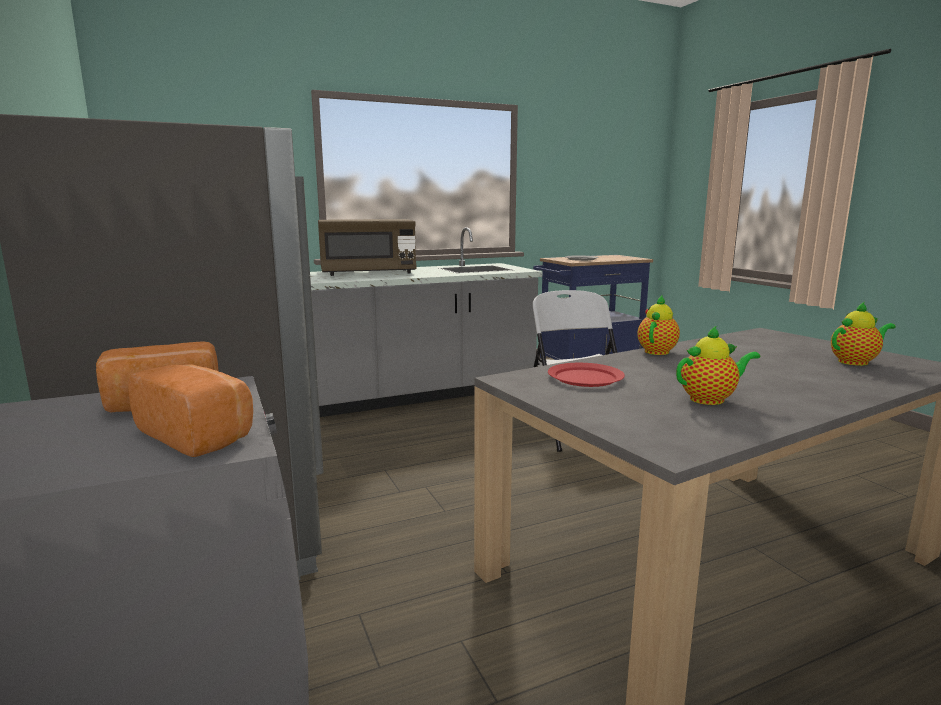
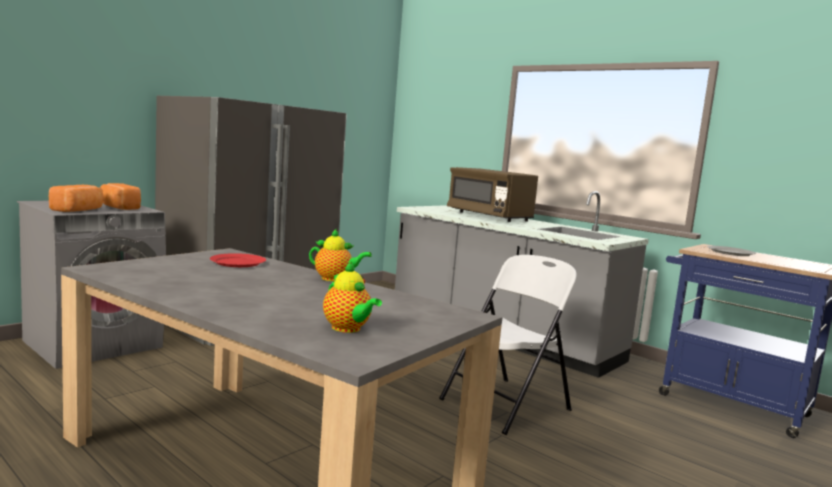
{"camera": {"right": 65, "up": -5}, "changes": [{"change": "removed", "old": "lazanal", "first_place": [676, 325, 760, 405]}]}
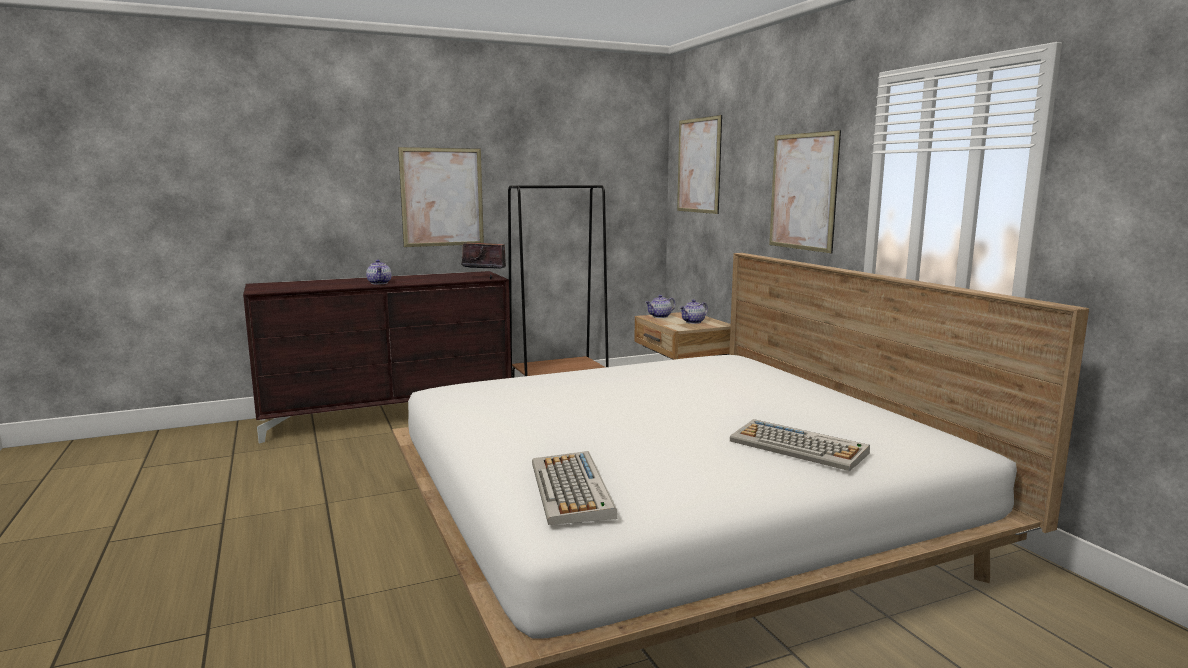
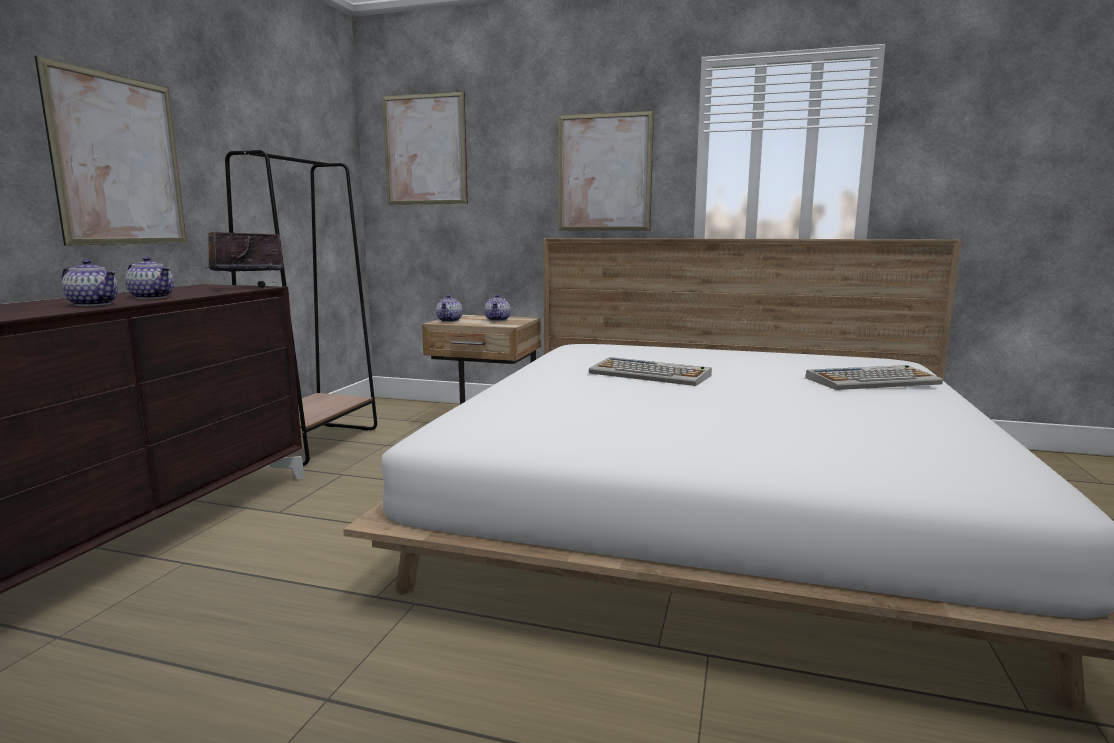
{"camera": {"right": -50, "up": 0}, "changes": [{"change": "moved", "old": "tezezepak", "first_place": [532, 451, 617, 525], "second_place": [589, 357, 712, 386]}, {"change": "added", "new": "lazanal", "second_place": [125, 257, 174, 299]}]}
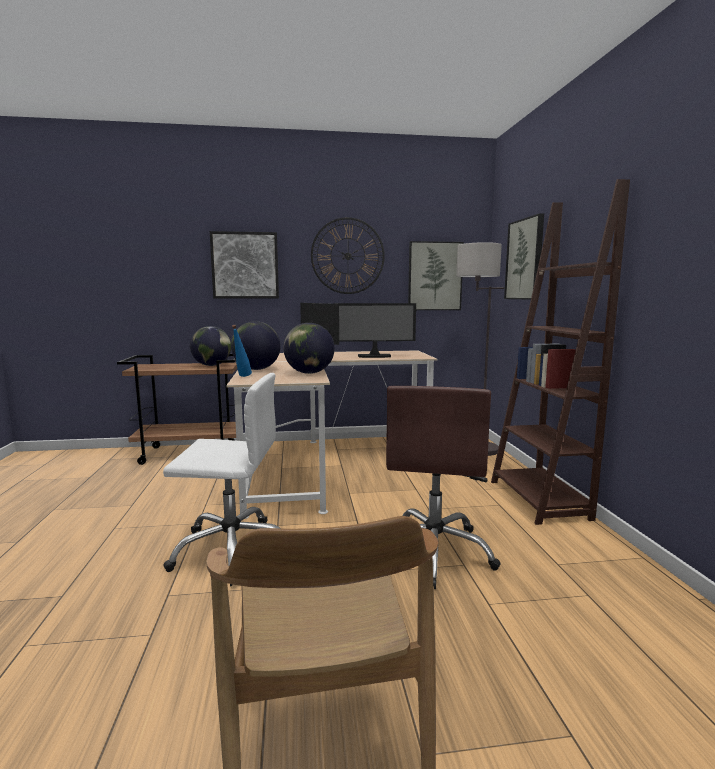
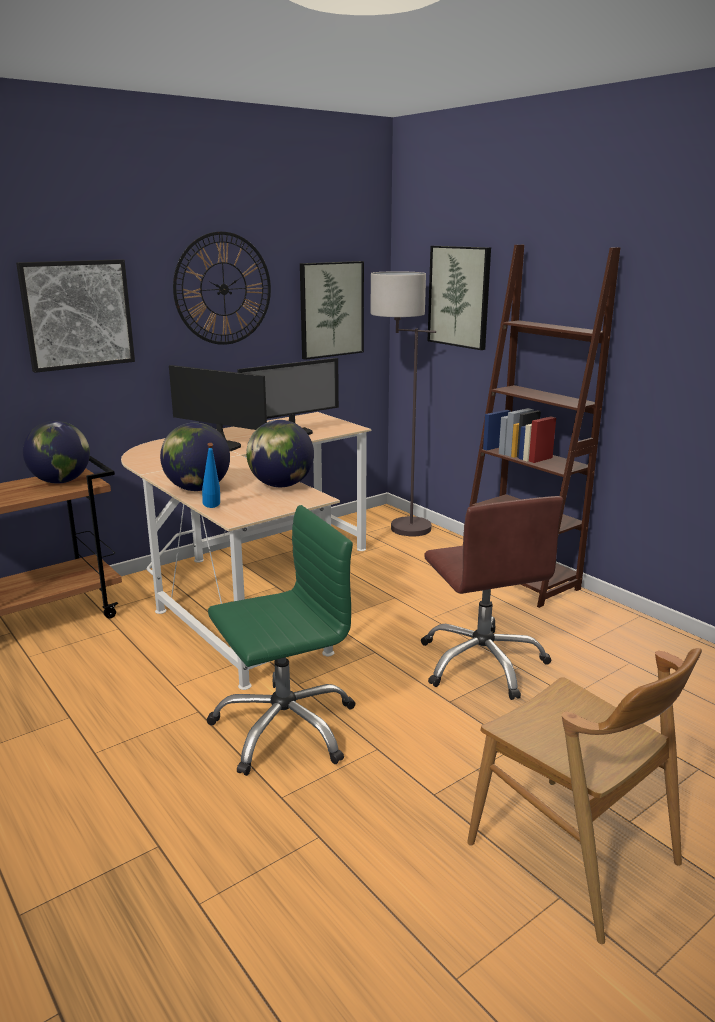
{"camera": {"right": -30, "up": 10}, "changes": [{"change": "recoloured", "old": "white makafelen", "new": "green makafelen", "first_place": [163, 373, 281, 587], "second_place": [206, 505, 356, 776]}]}
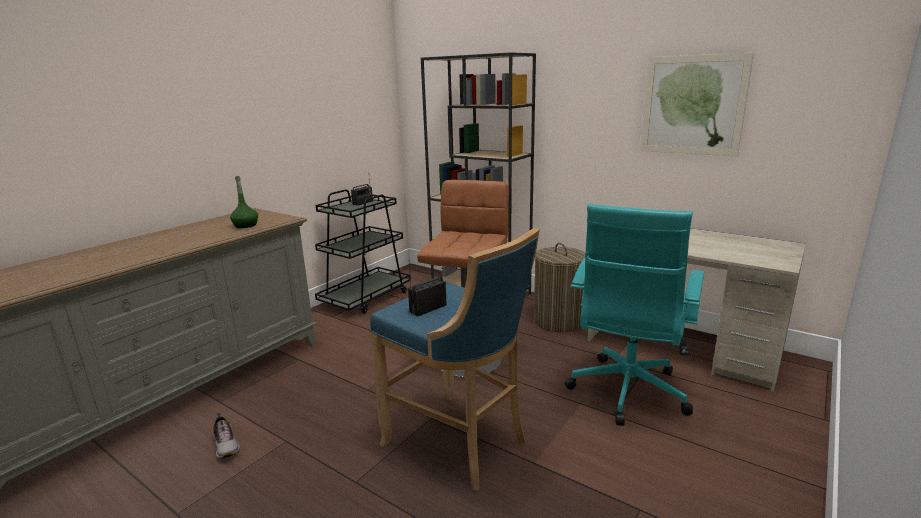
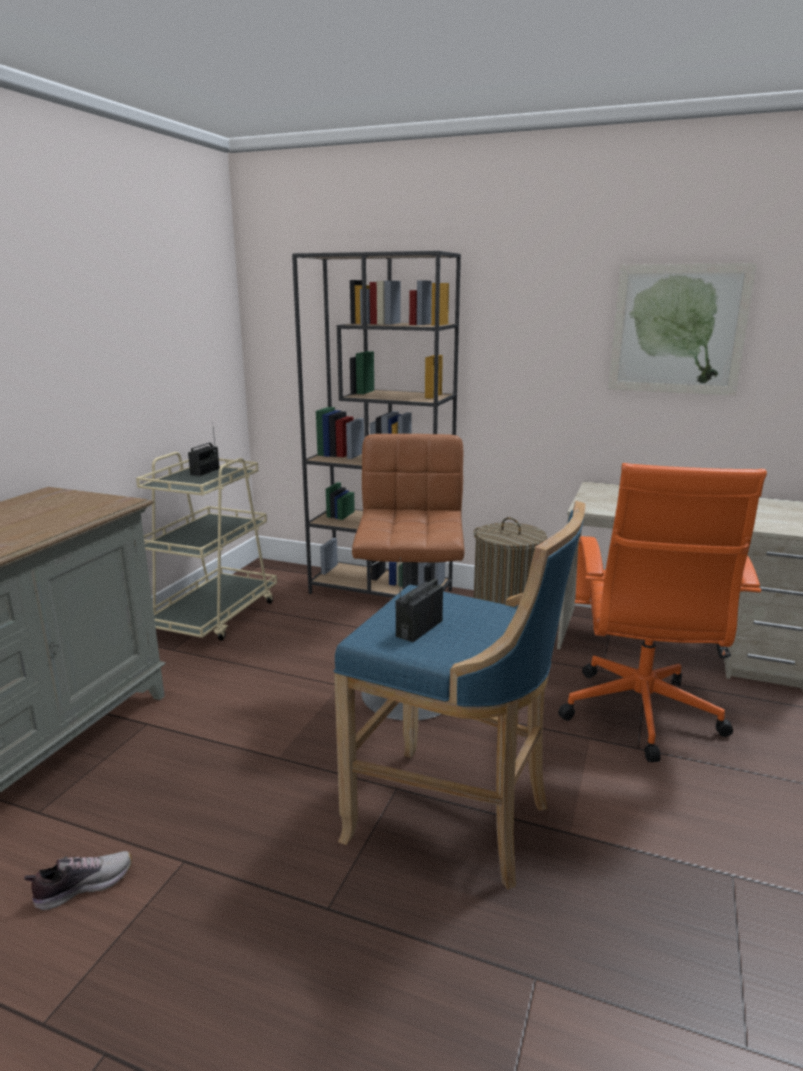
{"camera": {"right": -15, "up": 0}, "changes": [{"change": "removed", "old": "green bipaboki", "first_place": [230, 176, 258, 228]}, {"change": "recoloured", "old": "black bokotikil", "new": "beige bokotikil", "first_place": [315, 189, 411, 314], "second_place": [136, 452, 277, 641]}, {"change": "recoloured", "old": "turquoise makafelen", "new": "orange makafelen", "first_place": [565, 204, 704, 426], "second_place": [558, 463, 767, 762]}, {"change": "turned", "old": "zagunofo", "first_place": [214, 413, 240, 459], "second_place": [24, 851, 132, 910], "degrees": -75}]}
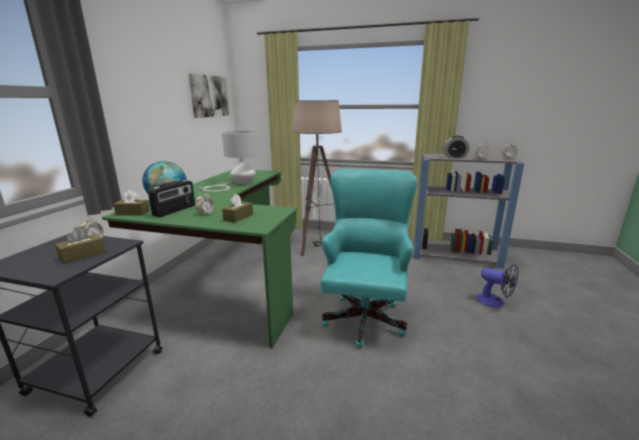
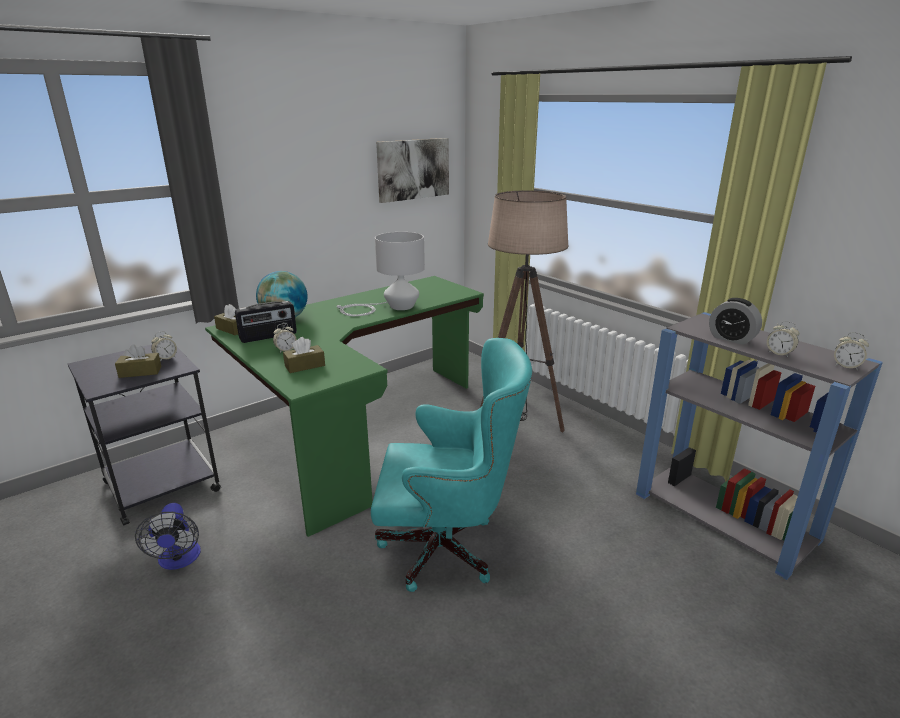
{"camera": {"right": 35, "up": 5}, "changes": [{"change": "turned", "old": "turquoise makafelen", "first_place": [321, 169, 418, 348], "second_place": [371, 338, 532, 592], "degrees": 45}, {"change": "moved", "old": "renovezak", "first_place": [476, 264, 519, 308], "second_place": [135, 503, 201, 570]}]}
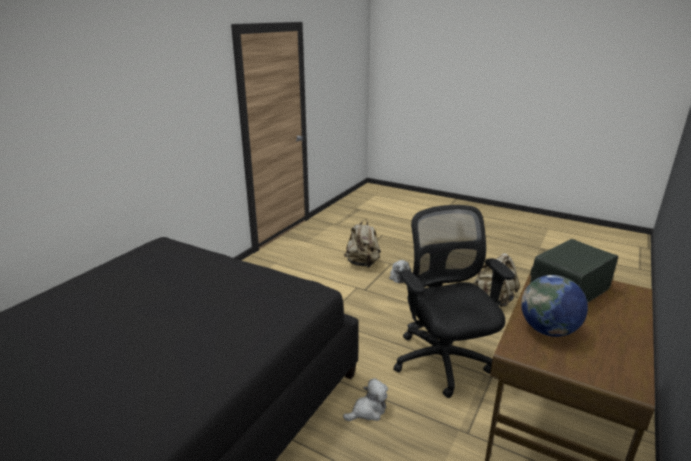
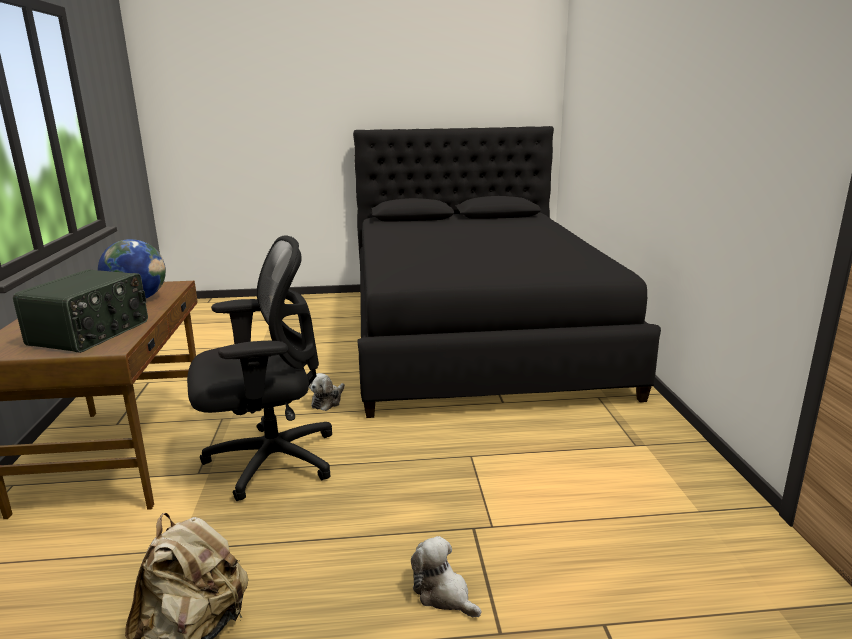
{"camera": {"right": 145, "up": -5}, "changes": [{"change": "turned", "old": "black makafelen", "first_place": [394, 205, 515, 398], "second_place": [187, 235, 332, 501], "degrees": -60}, {"change": "removed", "old": "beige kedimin", "first_place": [344, 219, 381, 268]}]}
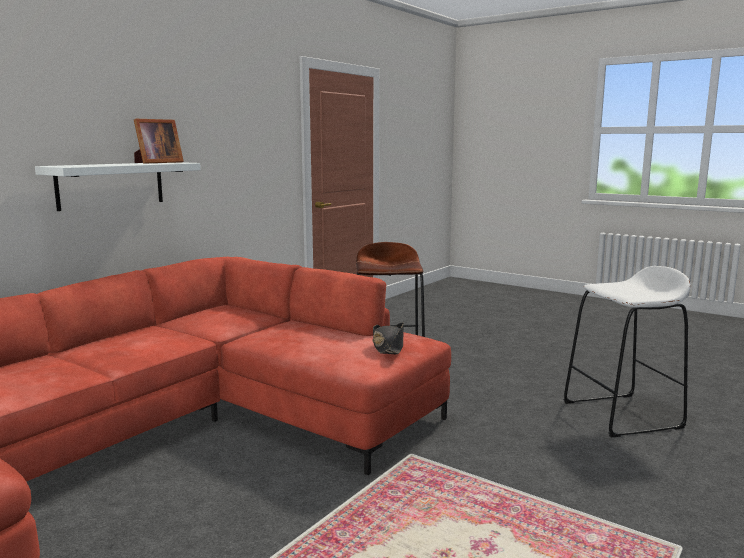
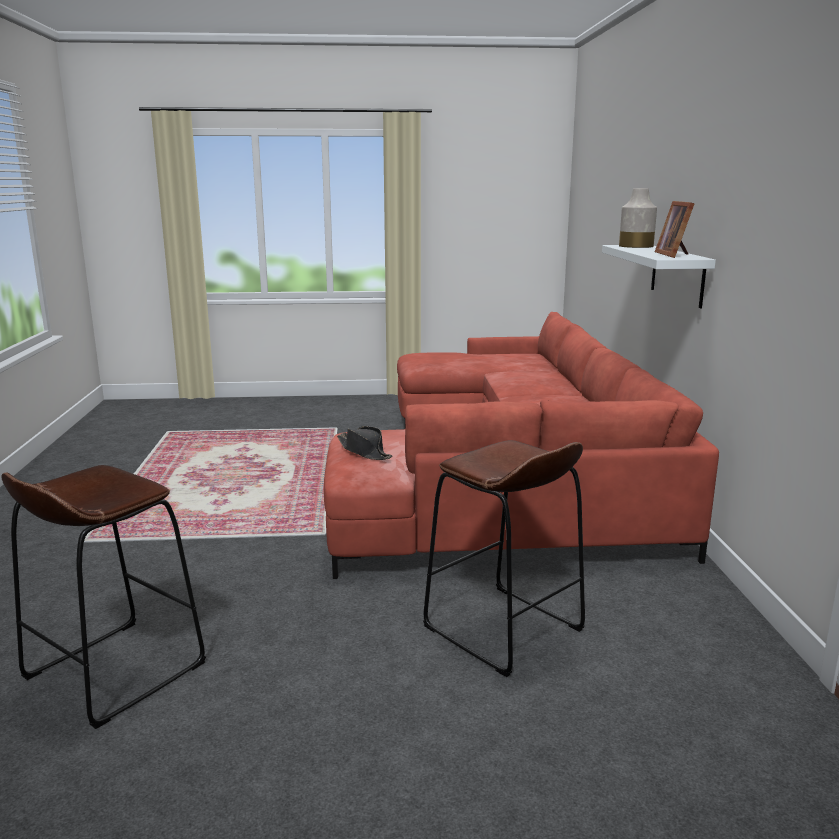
{"camera": {"right": 140, "up": 5}, "changes": [{"change": "recoloured", "old": "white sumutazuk", "new": "brown sumutazuk", "first_place": [563, 266, 691, 438], "second_place": [2, 465, 206, 729]}, {"change": "added", "new": "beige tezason", "second_place": [619, 188, 657, 248]}]}
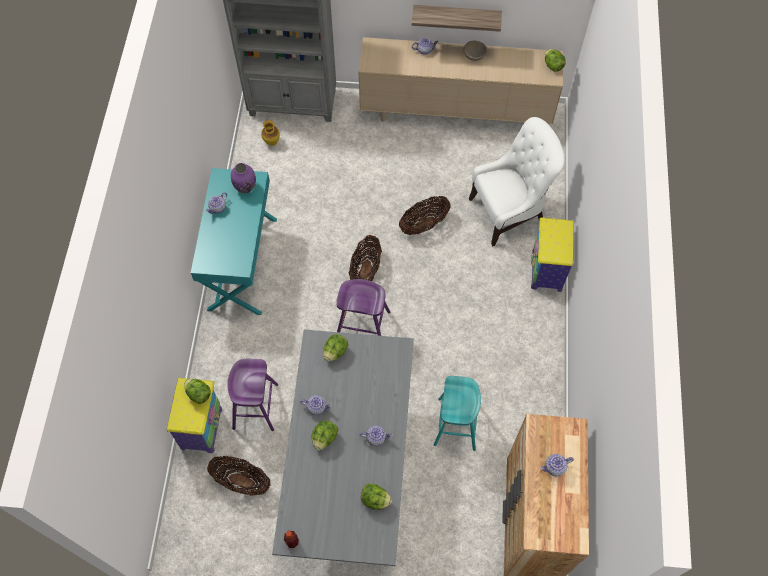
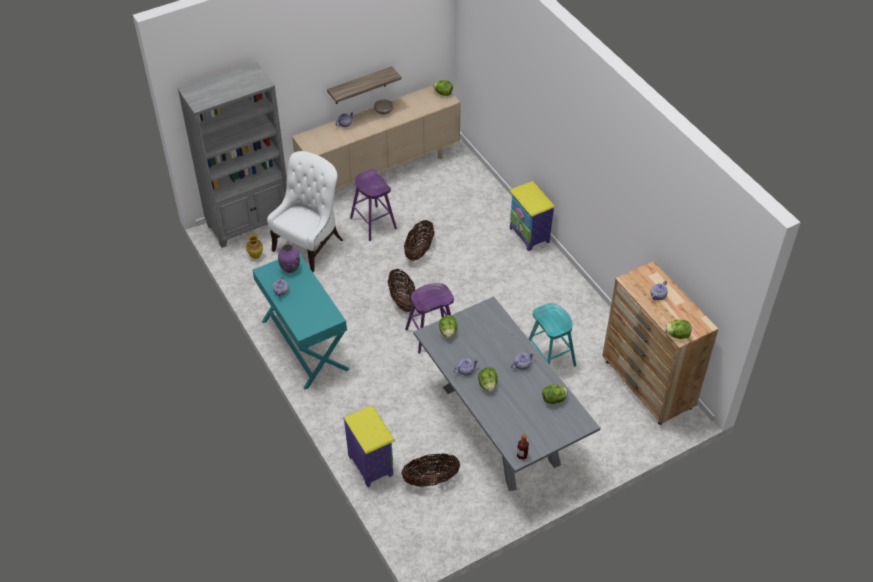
{"camera": {"right": -35, "up": -15}, "changes": [{"change": "moved", "old": "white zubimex", "first_place": [469, 117, 565, 247], "second_place": [267, 151, 343, 272]}, {"change": "moved", "old": "purple sumutazuk", "first_place": [227, 359, 278, 431], "second_place": [350, 169, 397, 241]}, {"change": "moved", "old": "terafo", "first_place": [184, 379, 211, 404], "second_place": [665, 320, 691, 339]}]}
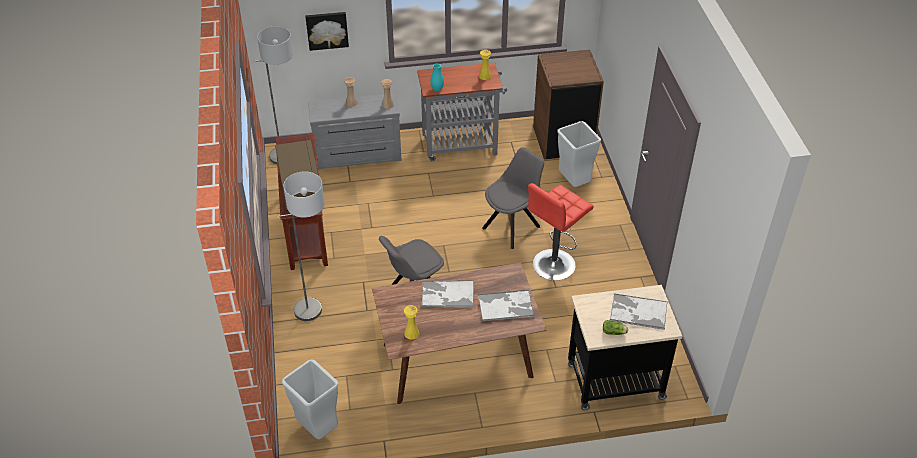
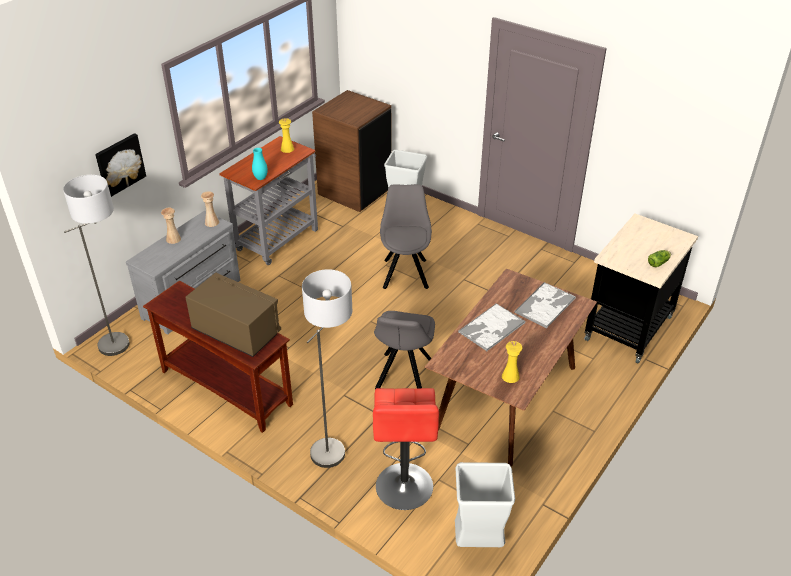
{"camera": {"right": -45, "up": -5}, "changes": [{"change": "moved", "old": "red sumutazuk", "first_place": [528, 183, 593, 281], "second_place": [373, 388, 439, 510]}, {"change": "removed", "old": "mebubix", "first_place": [610, 293, 668, 330]}]}
